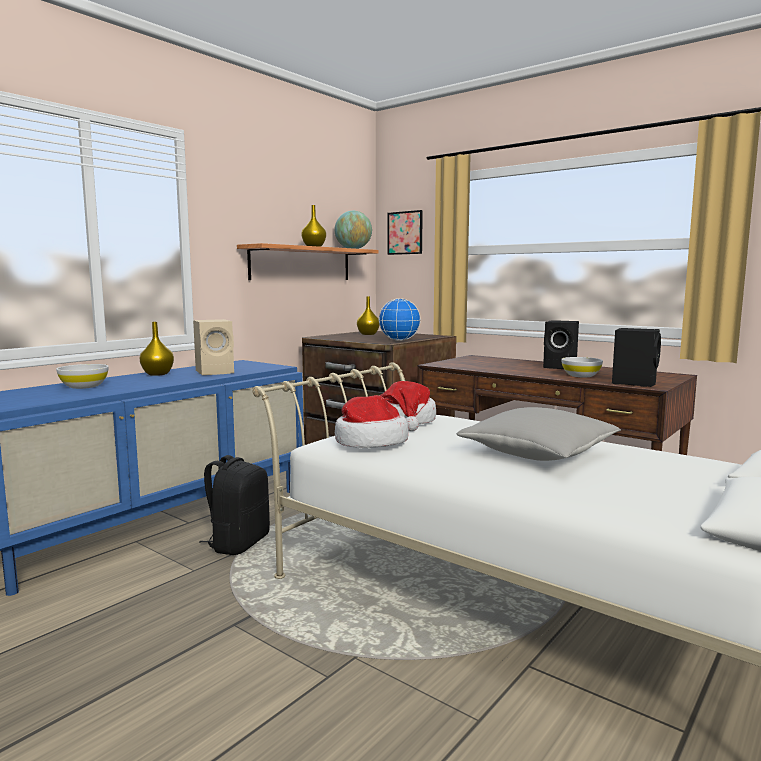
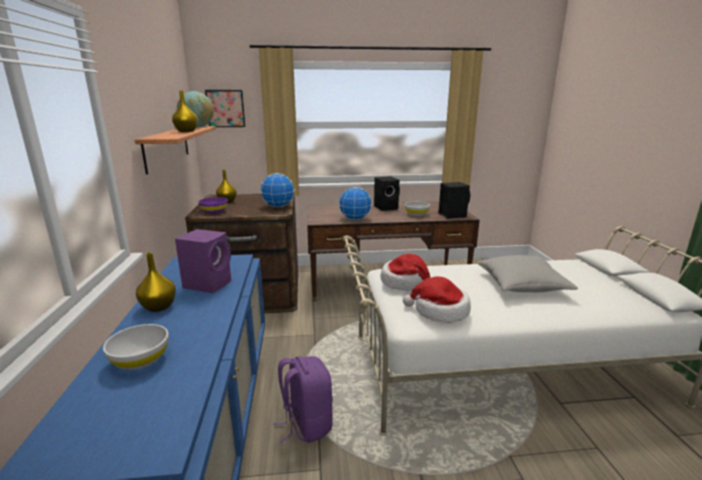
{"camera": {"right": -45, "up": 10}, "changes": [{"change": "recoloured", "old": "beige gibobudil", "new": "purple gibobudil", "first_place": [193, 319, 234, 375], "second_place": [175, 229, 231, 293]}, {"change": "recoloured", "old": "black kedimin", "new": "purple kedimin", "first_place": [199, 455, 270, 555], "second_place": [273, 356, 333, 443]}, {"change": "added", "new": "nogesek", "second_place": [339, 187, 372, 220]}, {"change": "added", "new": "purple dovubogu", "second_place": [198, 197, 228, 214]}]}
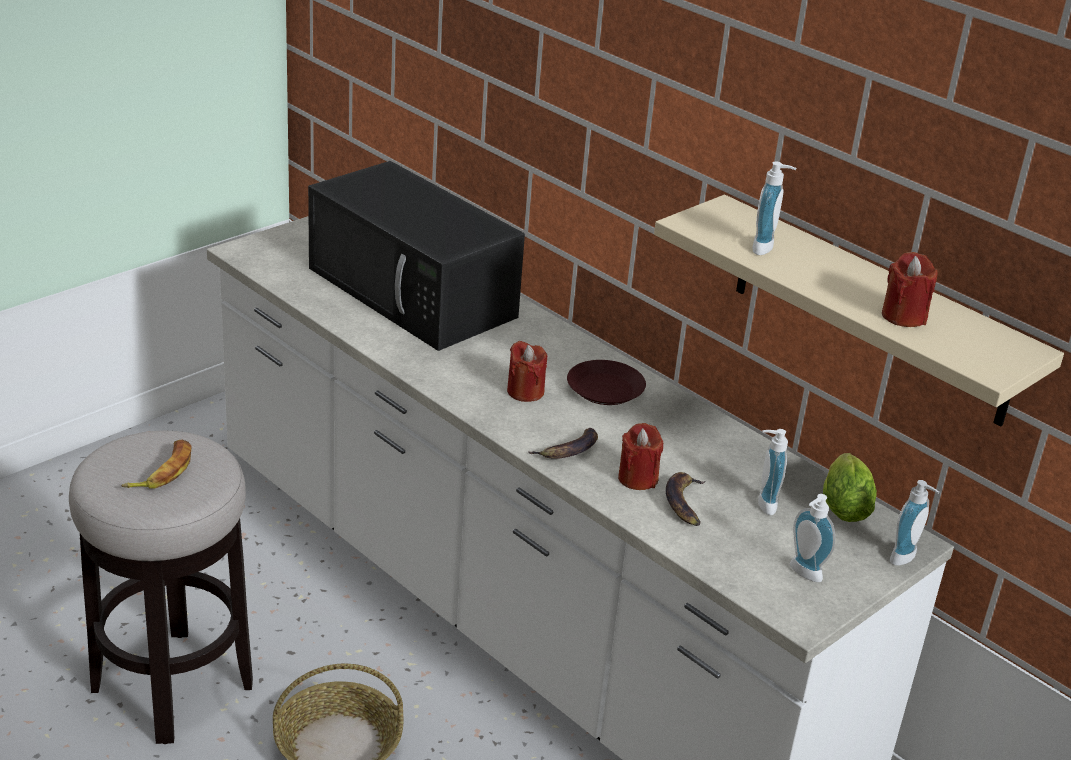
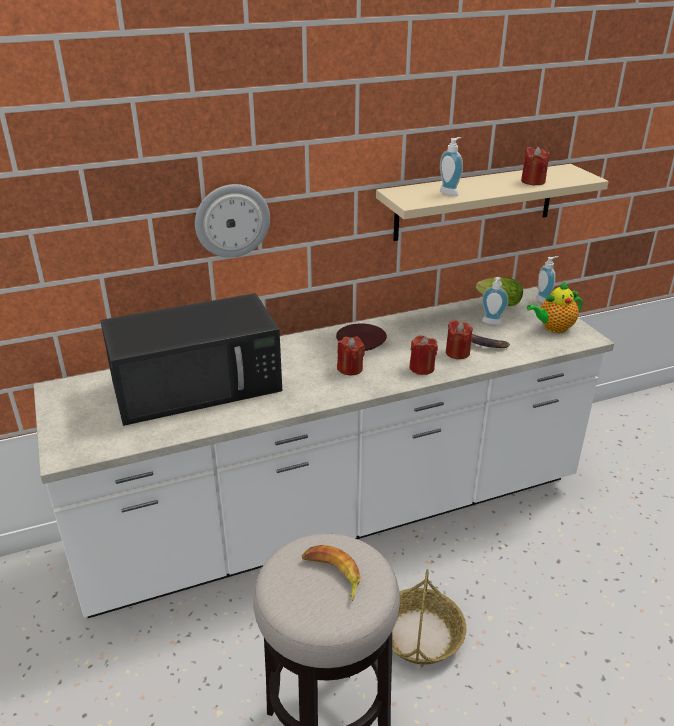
{"camera": {"right": -65, "up": 0}, "changes": [{"change": "replaced", "old": "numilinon", "new": "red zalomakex", "first_place": [527, 428, 598, 459], "second_place": [410, 335, 438, 375]}, {"change": "replaced", "old": "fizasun", "new": "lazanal", "first_place": [790, 494, 835, 582], "second_place": [527, 282, 583, 333]}, {"change": "added", "new": "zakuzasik", "second_place": [195, 184, 270, 258]}]}
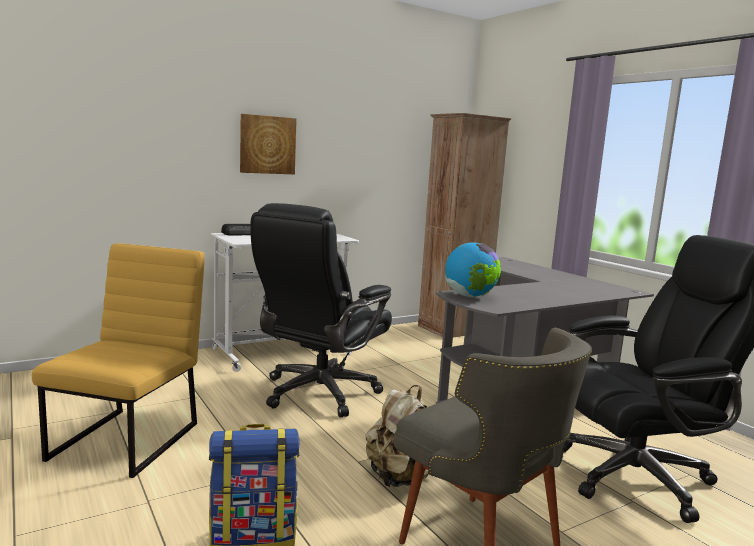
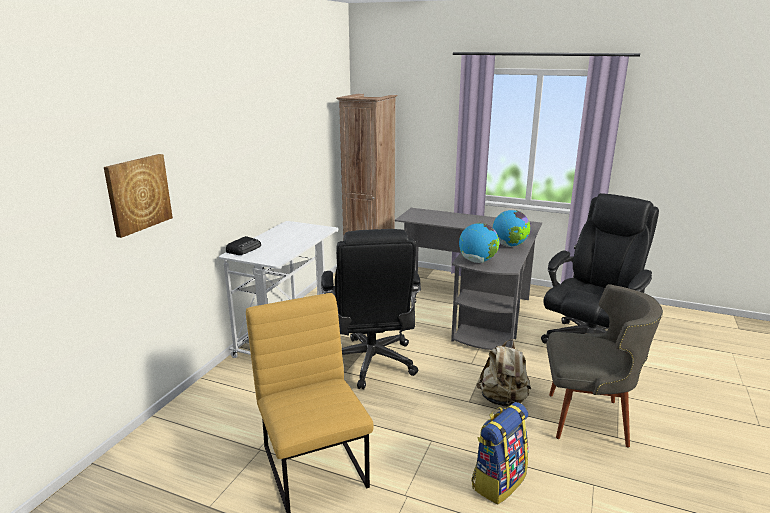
{"camera": {"right": -35, "up": 10}, "changes": [{"change": "moved", "old": "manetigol", "first_place": [240, 114, 297, 174], "second_place": [104, 154, 173, 238]}, {"change": "added", "new": "nogesek", "second_place": [493, 210, 530, 247]}]}
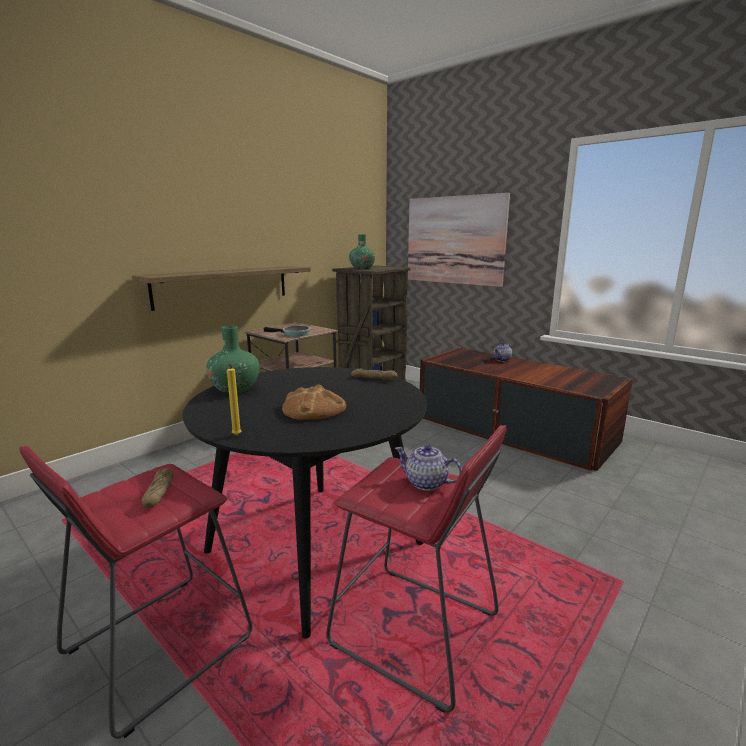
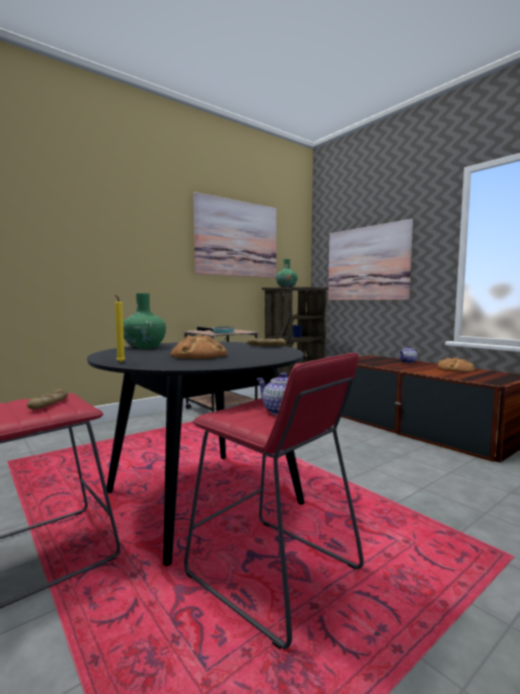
{"camera": {"right": 10, "up": -10}, "changes": [{"change": "removed", "old": "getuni", "first_place": [132, 266, 311, 311]}, {"change": "added", "new": "manetigol", "second_place": [193, 192, 276, 278]}, {"change": "added", "new": "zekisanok", "second_place": [437, 357, 475, 372]}]}
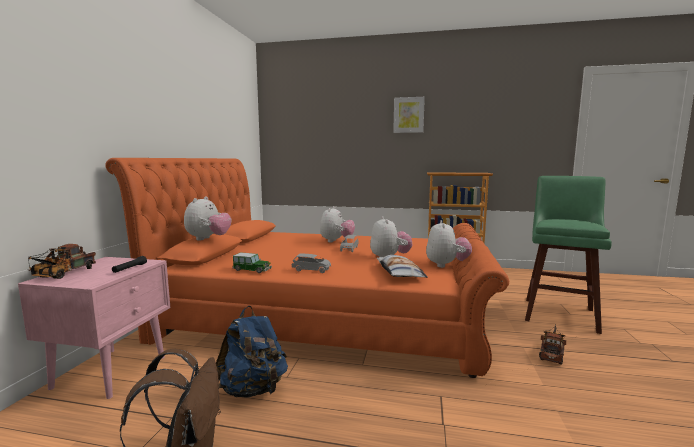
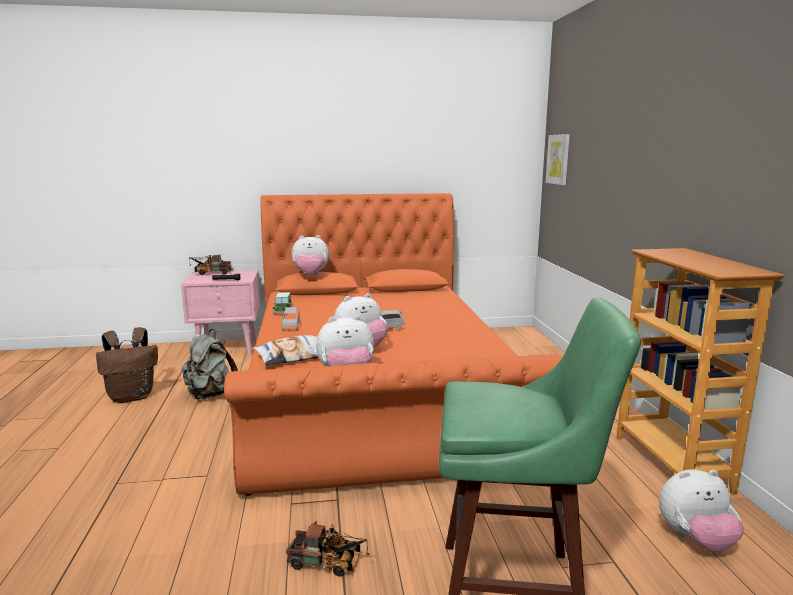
{"camera": {"right": 70, "up": 5}, "changes": [{"change": "moved", "old": "manetigol", "first_place": [393, 97, 425, 133], "second_place": [546, 134, 570, 185]}, {"change": "moved", "old": "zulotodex", "first_place": [320, 206, 355, 243], "second_place": [659, 469, 744, 553]}, {"change": "recoloured", "old": "blue kedimin", "new": "grey kedimin", "first_place": [216, 306, 288, 398], "second_place": [181, 329, 238, 399]}]}
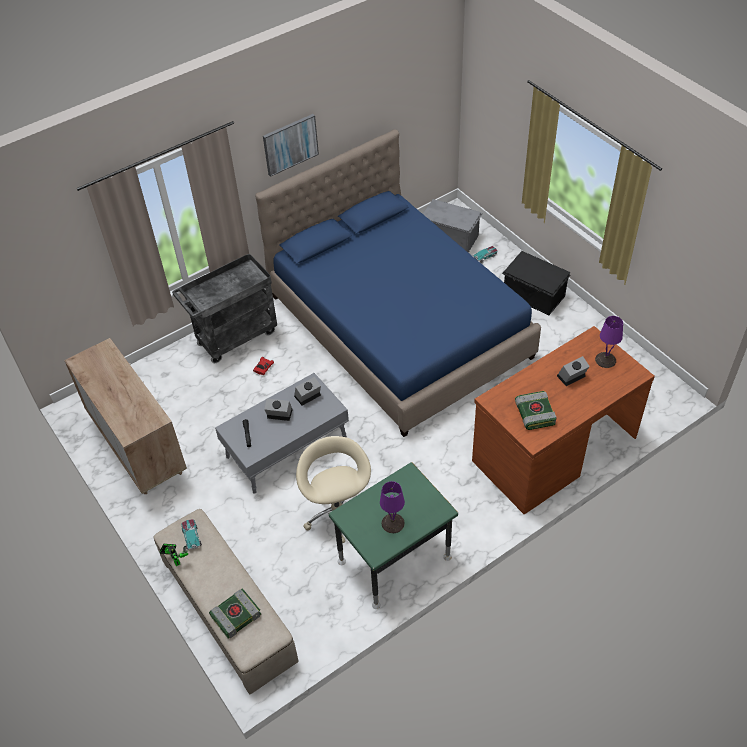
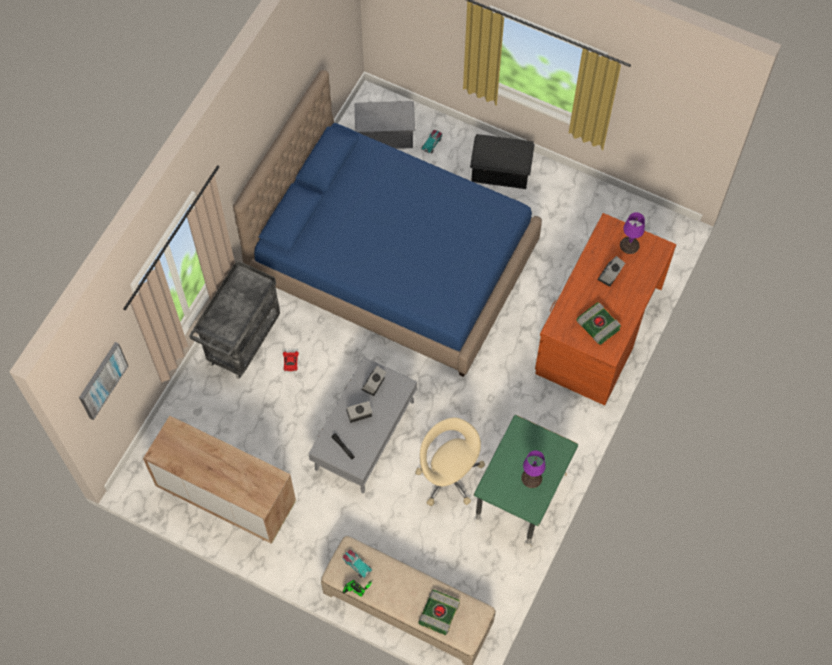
{"camera": {"right": -30, "up": 15}, "changes": [{"change": "moved", "old": "manetigol", "first_place": [263, 114, 319, 177], "second_place": [79, 342, 128, 420]}]}
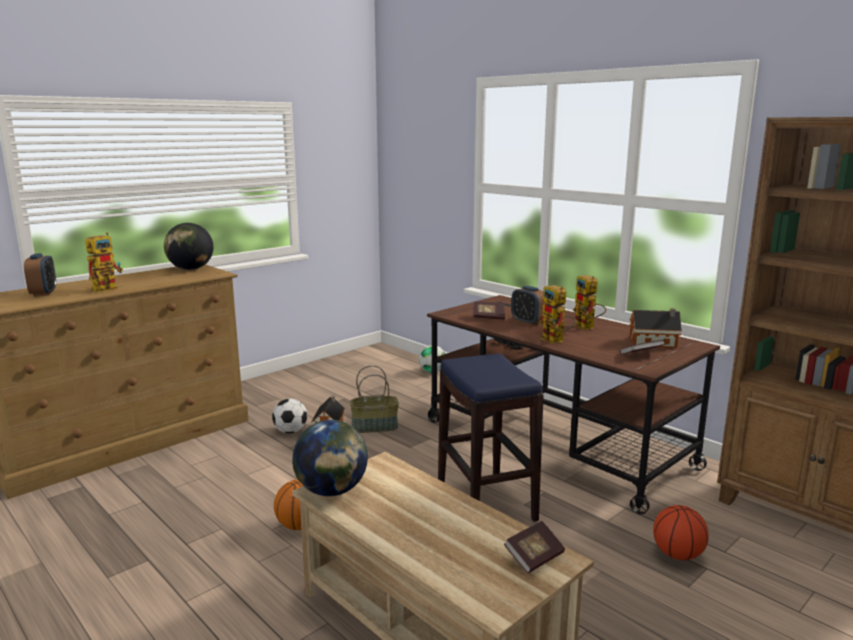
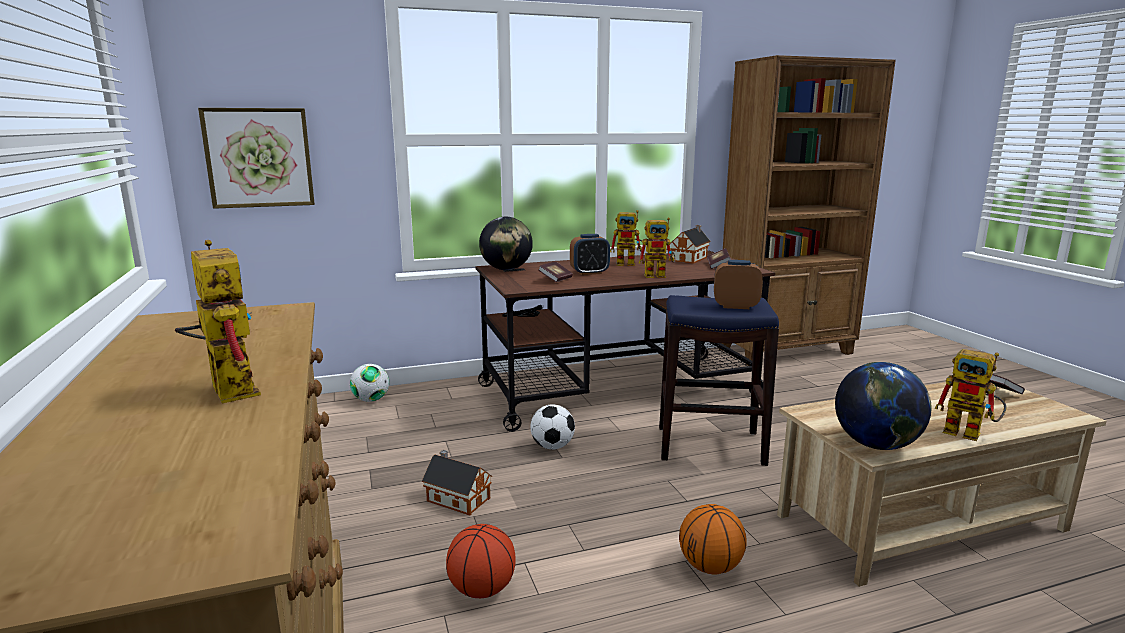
{"camera": {"right": -65, "up": 0}, "changes": [{"change": "moved", "old": "nogesek", "first_place": [164, 223, 213, 270], "second_place": [479, 217, 533, 270]}, {"change": "moved", "old": "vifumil", "first_place": [24, 253, 56, 296], "second_place": [714, 260, 763, 309]}, {"change": "removed", "old": "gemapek", "first_place": [350, 365, 399, 433]}, {"change": "moved", "old": "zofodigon", "first_place": [272, 399, 307, 433], "second_place": [530, 404, 575, 449]}, {"change": "moved", "old": "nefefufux", "first_place": [653, 505, 709, 560], "second_place": [446, 524, 516, 598]}, {"change": "added", "new": "manetigol", "second_place": [198, 108, 315, 209]}, {"change": "added", "new": "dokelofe", "second_place": [934, 349, 1006, 441]}]}
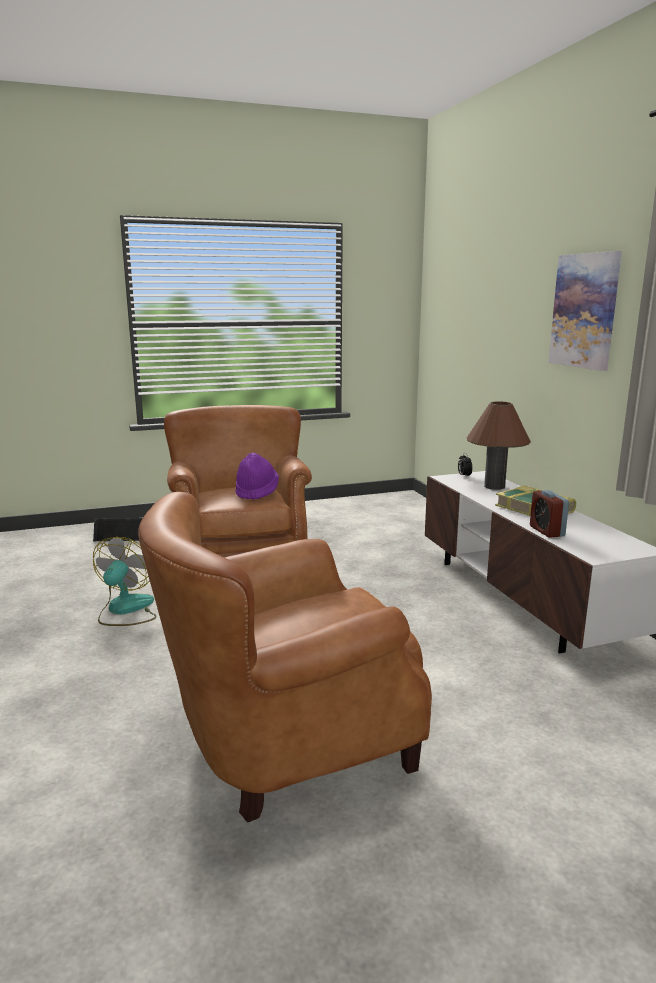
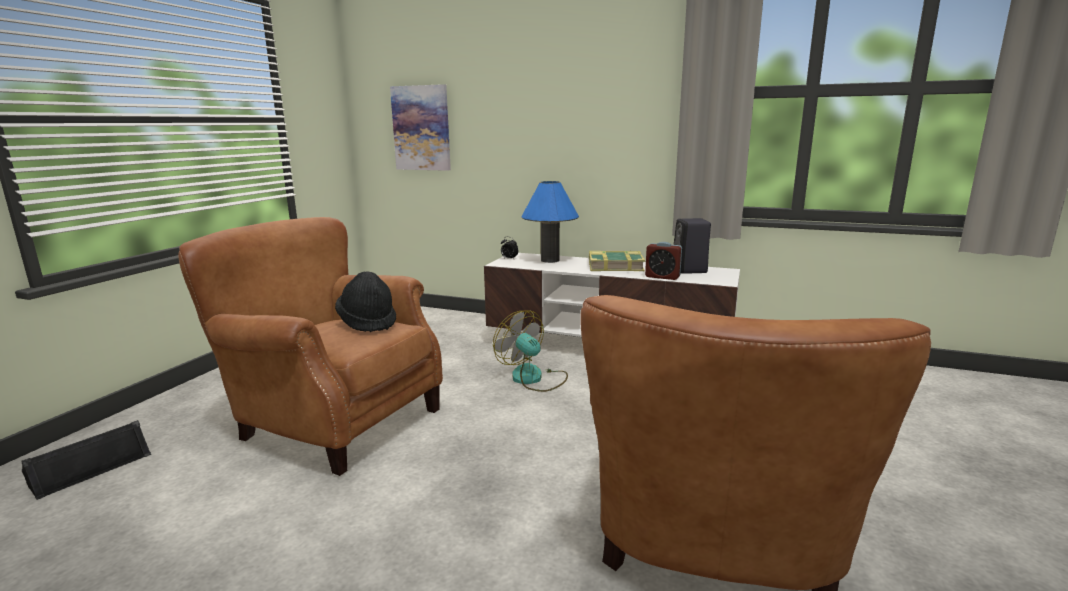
{"camera": {"right": -50, "up": 0}, "changes": [{"change": "moved", "old": "manetigol", "first_place": [548, 251, 622, 371], "second_place": [390, 84, 451, 171]}, {"change": "recoloured", "old": "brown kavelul", "new": "blue kavelul", "first_place": [467, 401, 531, 490], "second_place": [521, 181, 579, 263]}, {"change": "recoloured", "old": "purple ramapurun", "new": "black ramapurun", "first_place": [236, 453, 279, 500], "second_place": [335, 272, 396, 332]}, {"change": "moved", "old": "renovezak", "first_place": [93, 537, 157, 626], "second_place": [493, 310, 568, 392]}, {"change": "added", "new": "black gibobudil", "second_place": [673, 218, 711, 274]}]}
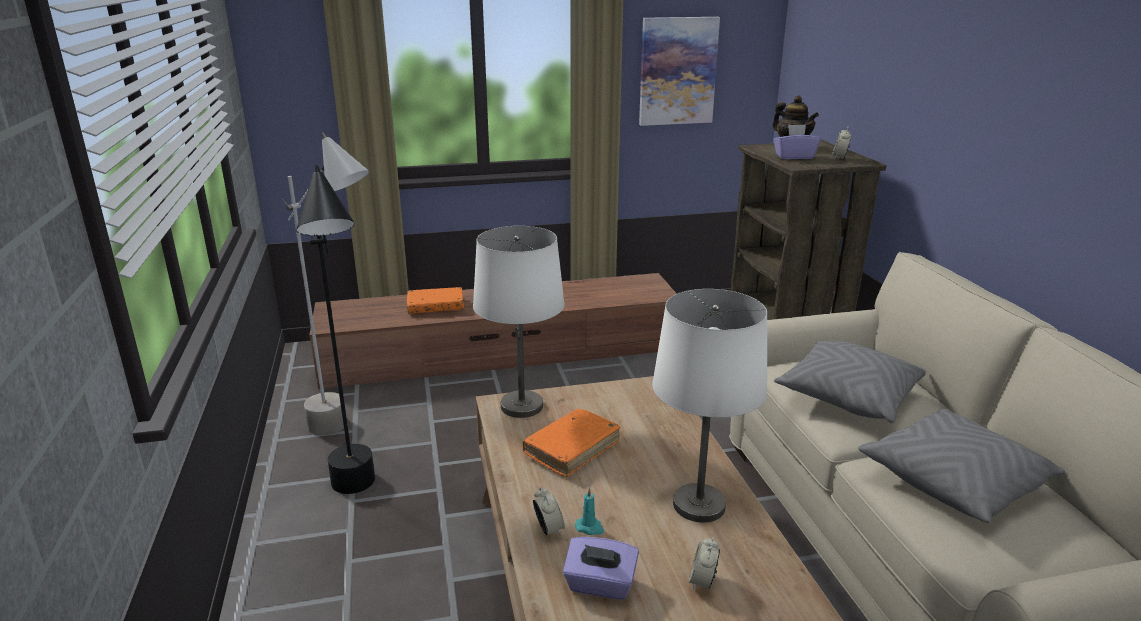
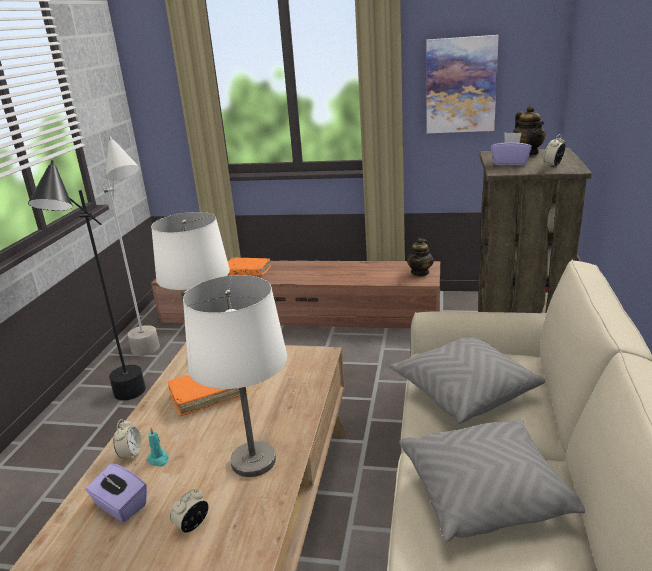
{"camera": {"right": 25, "up": 0}, "changes": [{"change": "added", "new": "lazanal", "second_place": [406, 238, 434, 276]}]}
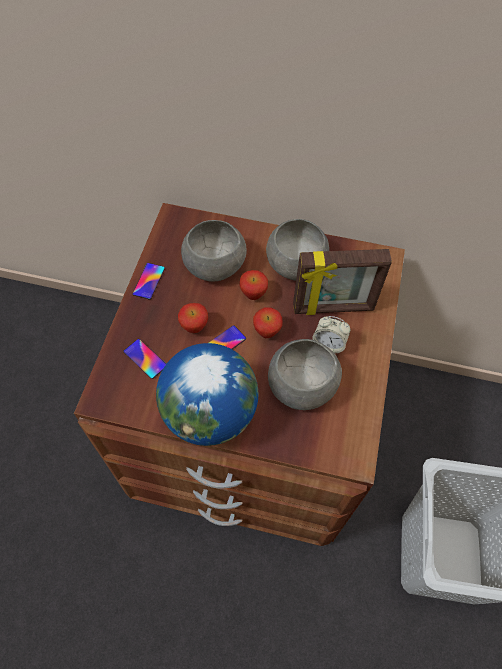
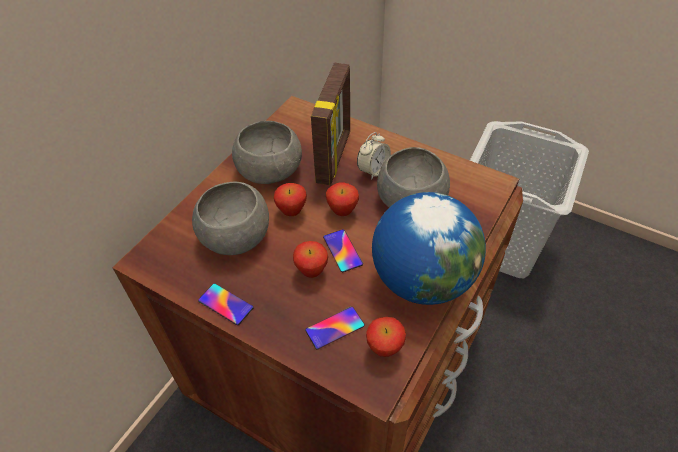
{"camera": {"right": -70, "up": -10}, "changes": [{"change": "added", "new": "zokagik", "second_place": [366, 317, 406, 357]}]}
